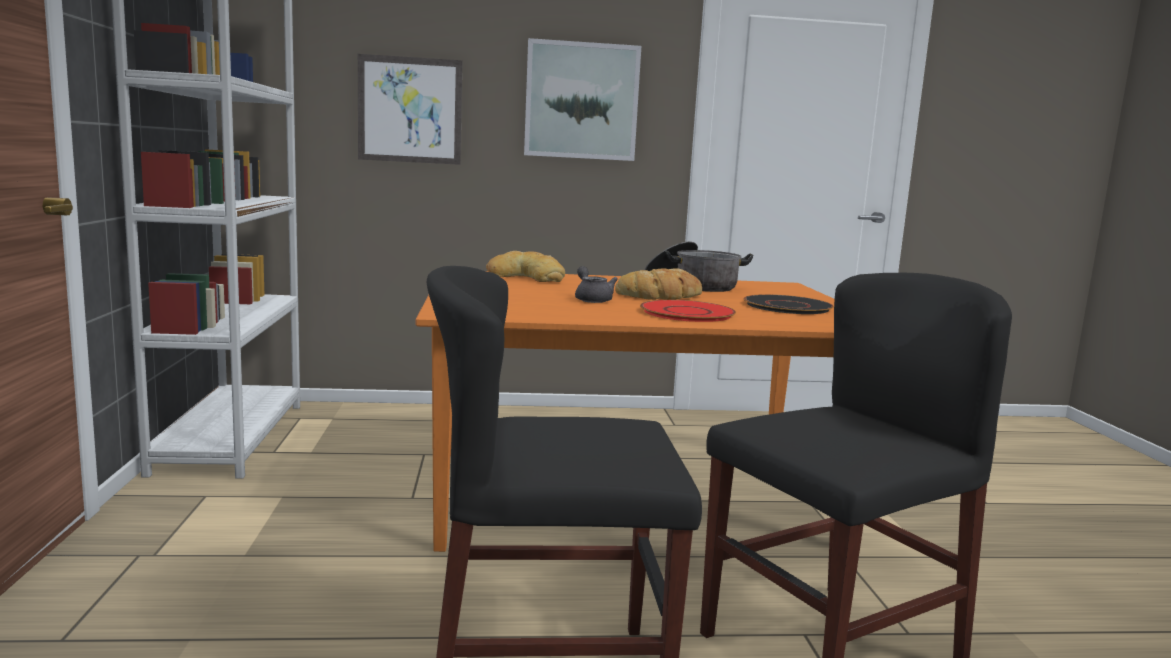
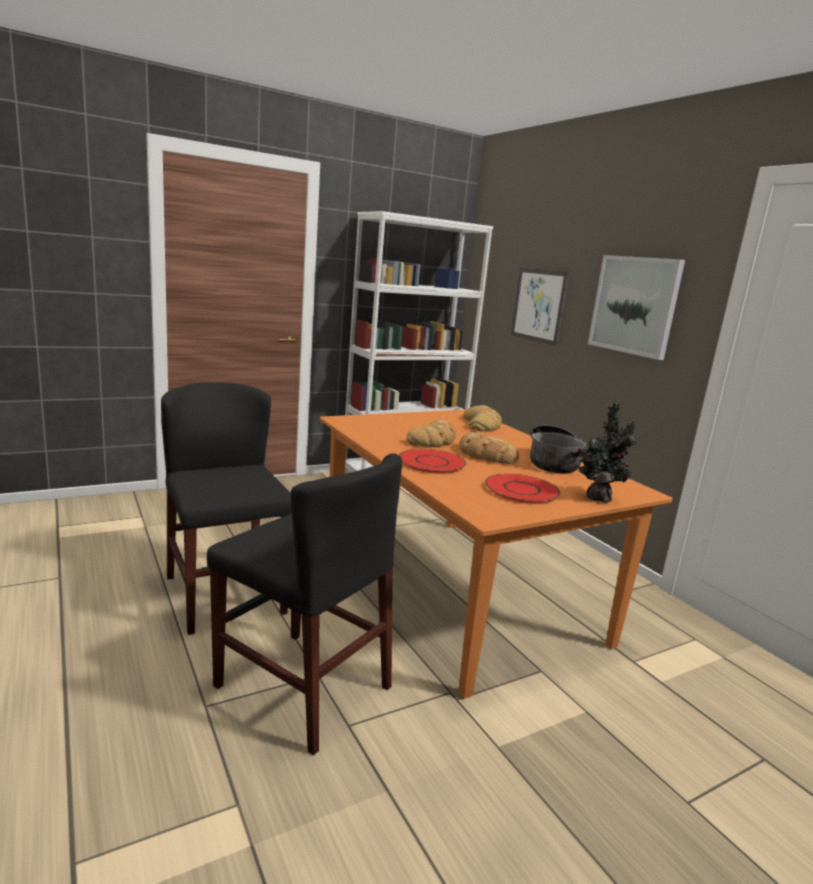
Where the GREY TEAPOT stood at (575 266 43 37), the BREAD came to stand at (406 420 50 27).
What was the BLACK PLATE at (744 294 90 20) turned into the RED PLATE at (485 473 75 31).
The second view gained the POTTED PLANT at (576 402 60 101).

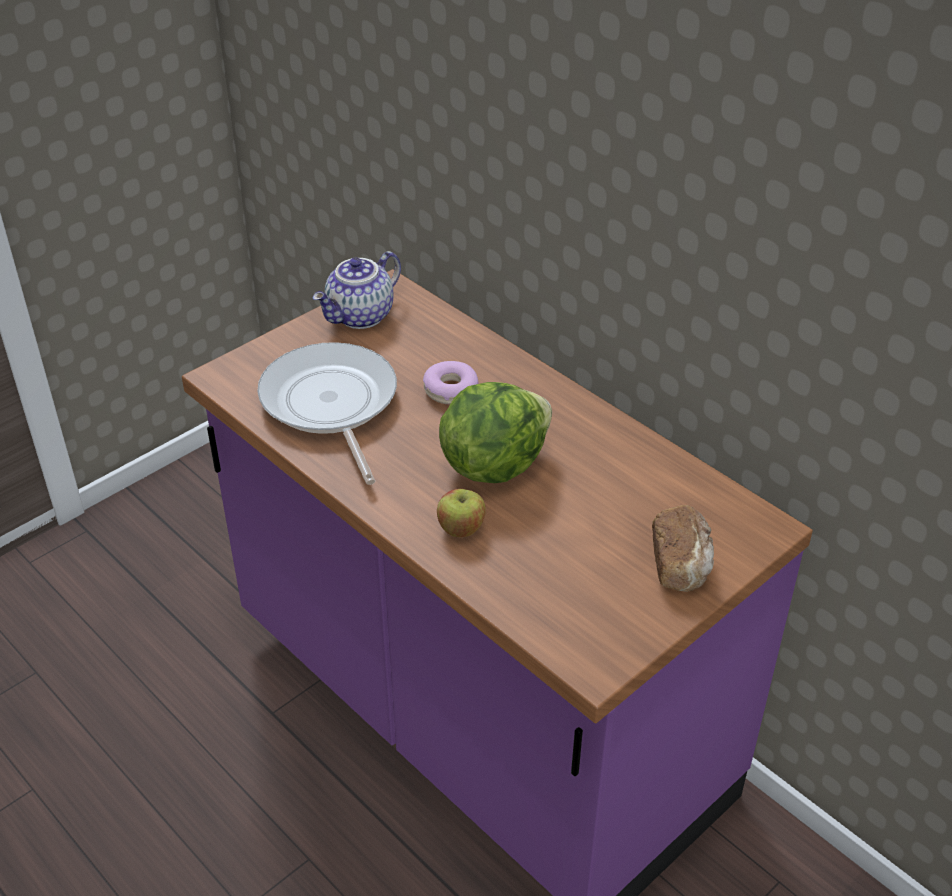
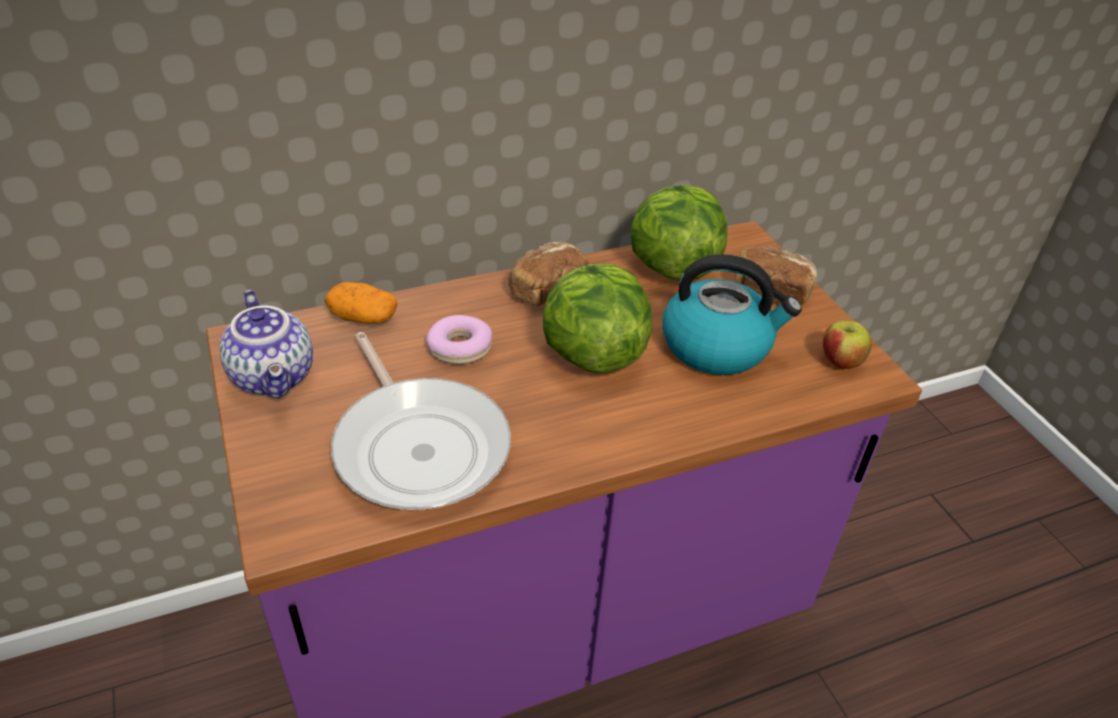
The FRYING PAN at (257 342 140 143) ended up facing another way, 120 degrees counterclockwise from before.
The APPLE ended up elsewhere, having gone from (437 489 49 48) to (823 321 49 48).
The second view gained the POTATO at (325 282 72 42).
The second view gained the BREAD at (509 242 81 64).
The second view gained the LETTUCE at (630 185 98 96).
The second view gained the KETTLE at (662 254 140 121).

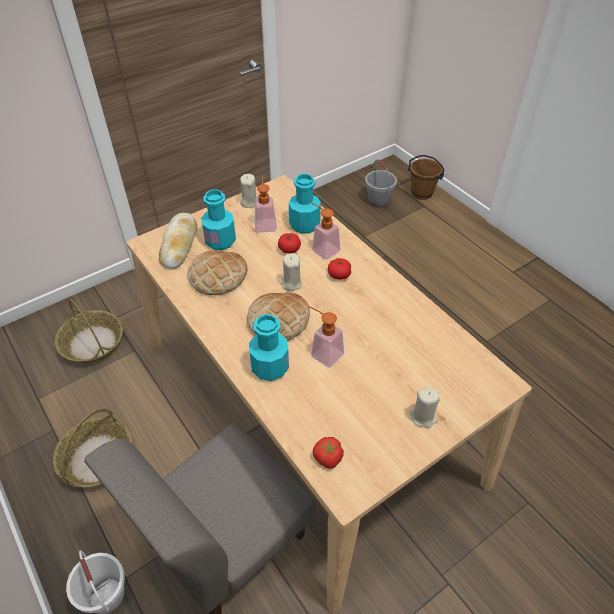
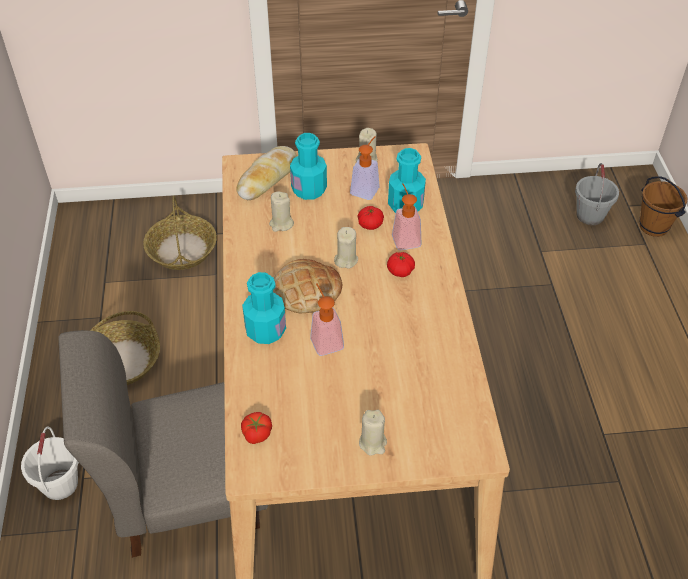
Where the BREAD stood at (188 251 59 44), the BEIGE CANDLE came to stand at (269 192 25 40).

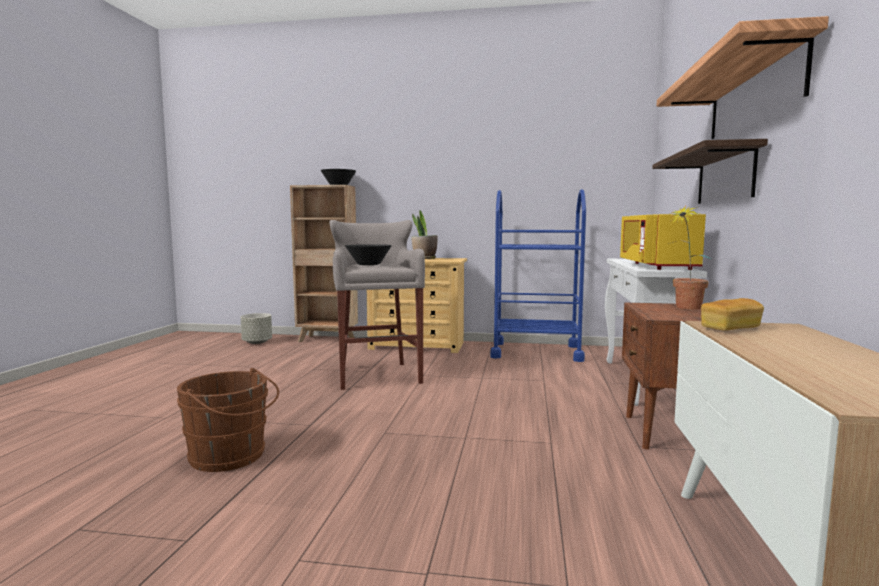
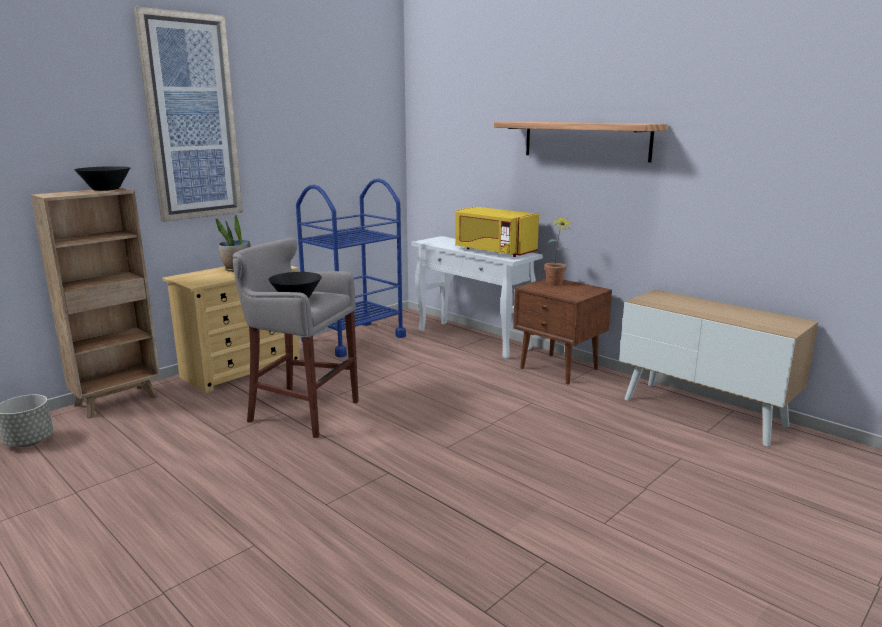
The second view lost the BROWN BUCKET at (177 368 102 104).
The second view lost the SHELF at (652 139 116 65).
The second view lost the BREAD at (701 298 63 33).
The second view gained the PICTURE at (133 7 110 215).

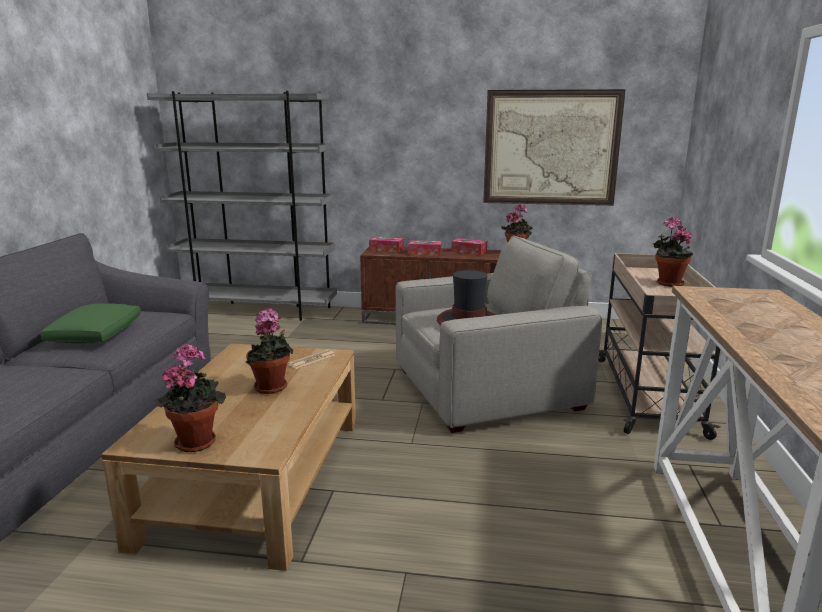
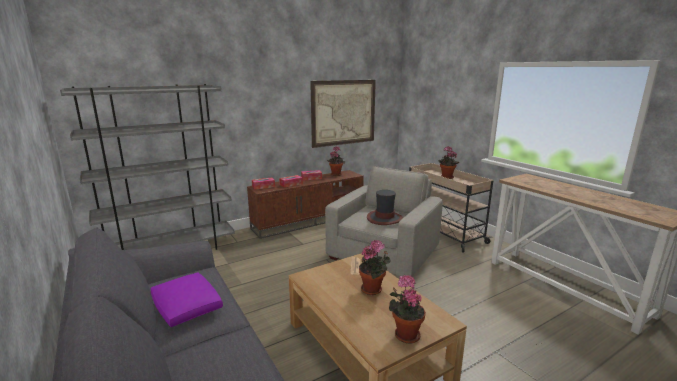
What was the GREEN PILLOW at (41 303 100 40) turned into the PURPLE PILLOW at (151 272 72 55).

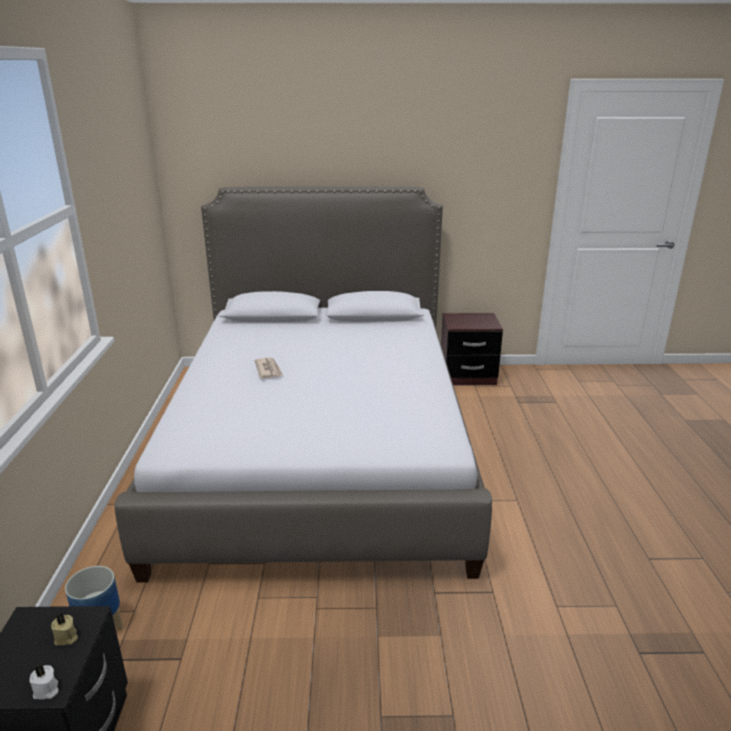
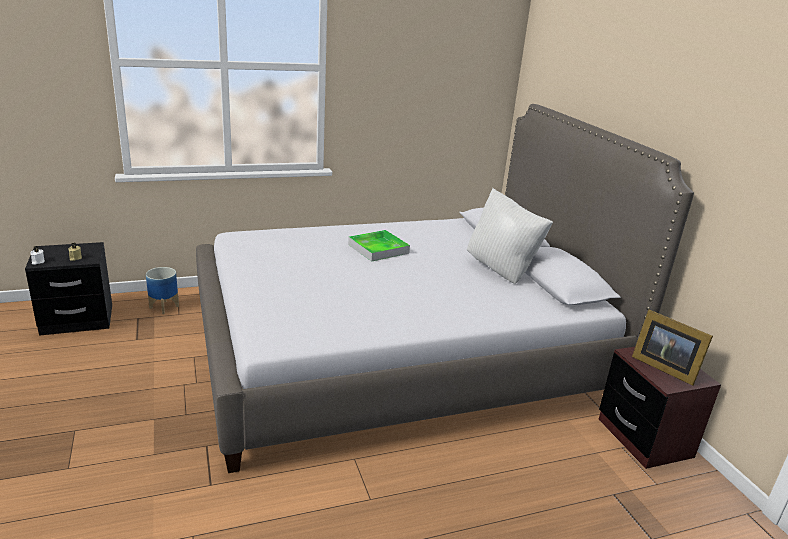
Where the NEWSPAPER stood at (255 358 28 20), the TRAY came to stand at (348 230 62 31).
The second view gained the WHITE PILLOW at (467 188 86 96).
The second view gained the PICTURE FRAME at (632 310 81 76).

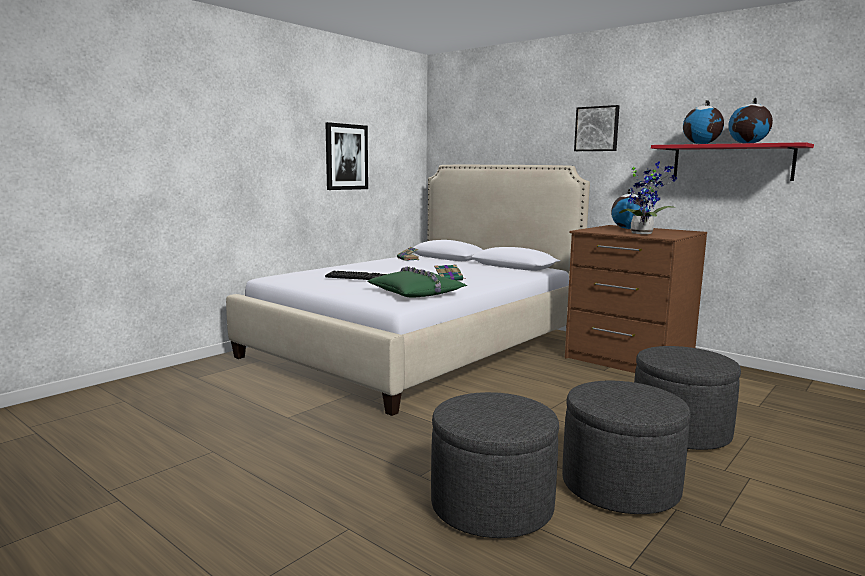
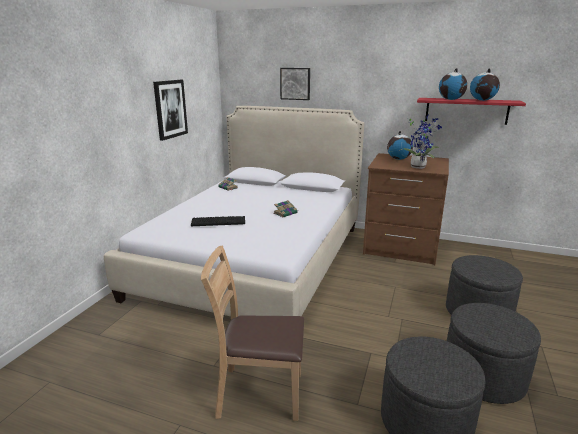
The second view lost the GREEN PILLOW at (368 266 99 32).
The PICTURE ended up elsewhere, having gone from (574 105 46 46) to (280 68 30 32).
The second view gained the BROWN CHAIR at (201 246 103 175).

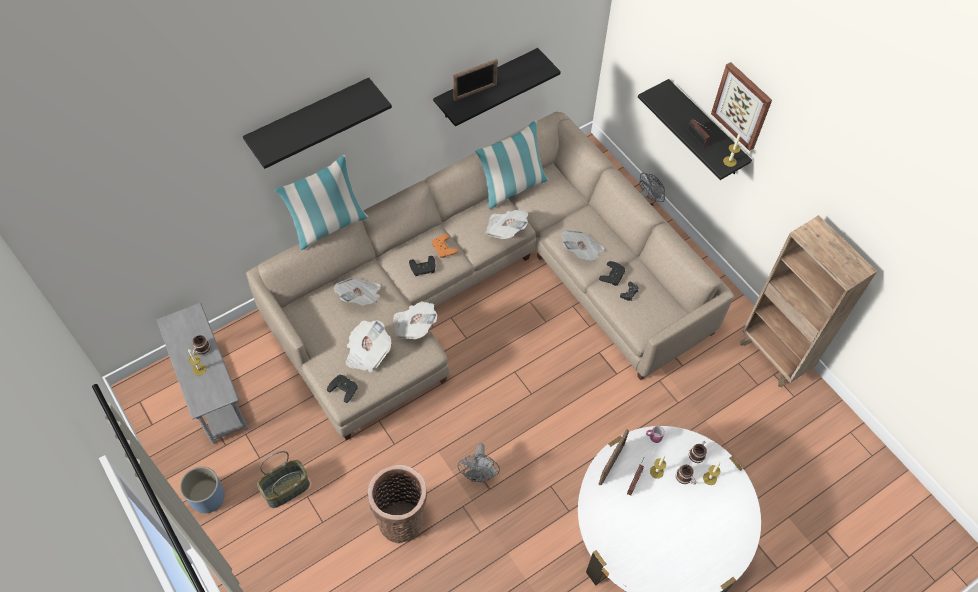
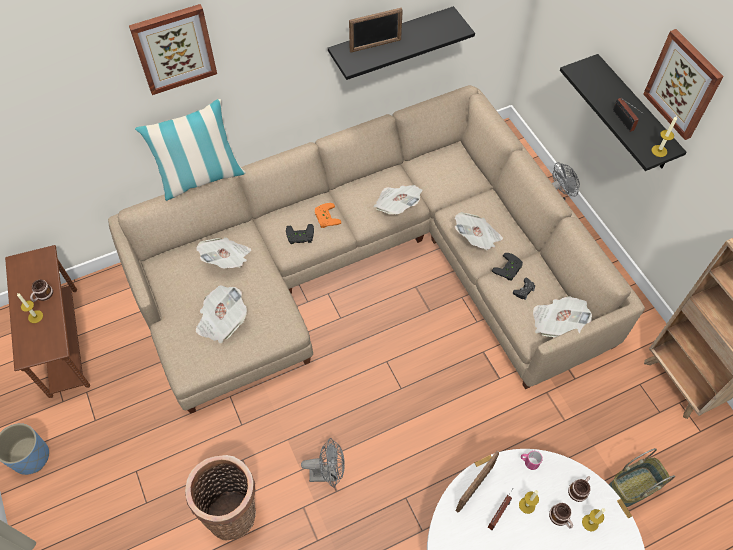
What was the GREY SIDE TABLE at (157 303 91 141) turned into the BROWN SIDE TABLE at (5 245 85 153).
Where the BLACK SHELF hung at (243 78 149 91), the PICTURE came to hang at (129 4 88 91).
The BASKET ended up elsewhere, having gone from (257 451 53 57) to (609 448 66 59).
The second view lost the BLACK GAME CONTROLLER at (327 375 31 28).
The NEWSPAPER ended up elsewhere, having gone from (393 302 44 37) to (533 296 59 41).
The GREY FAN at (458 443 42 40) ended up facing another way, 105 degrees counterclockwise from before.
The second view lost the PILLOW at (475 121 74 88).

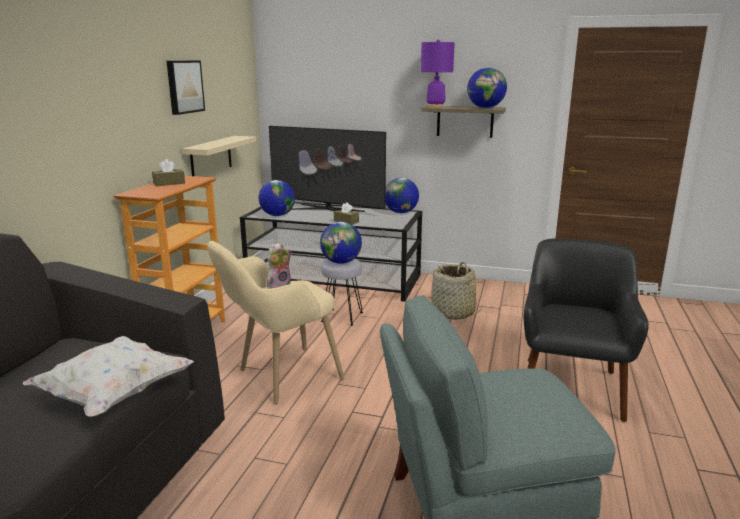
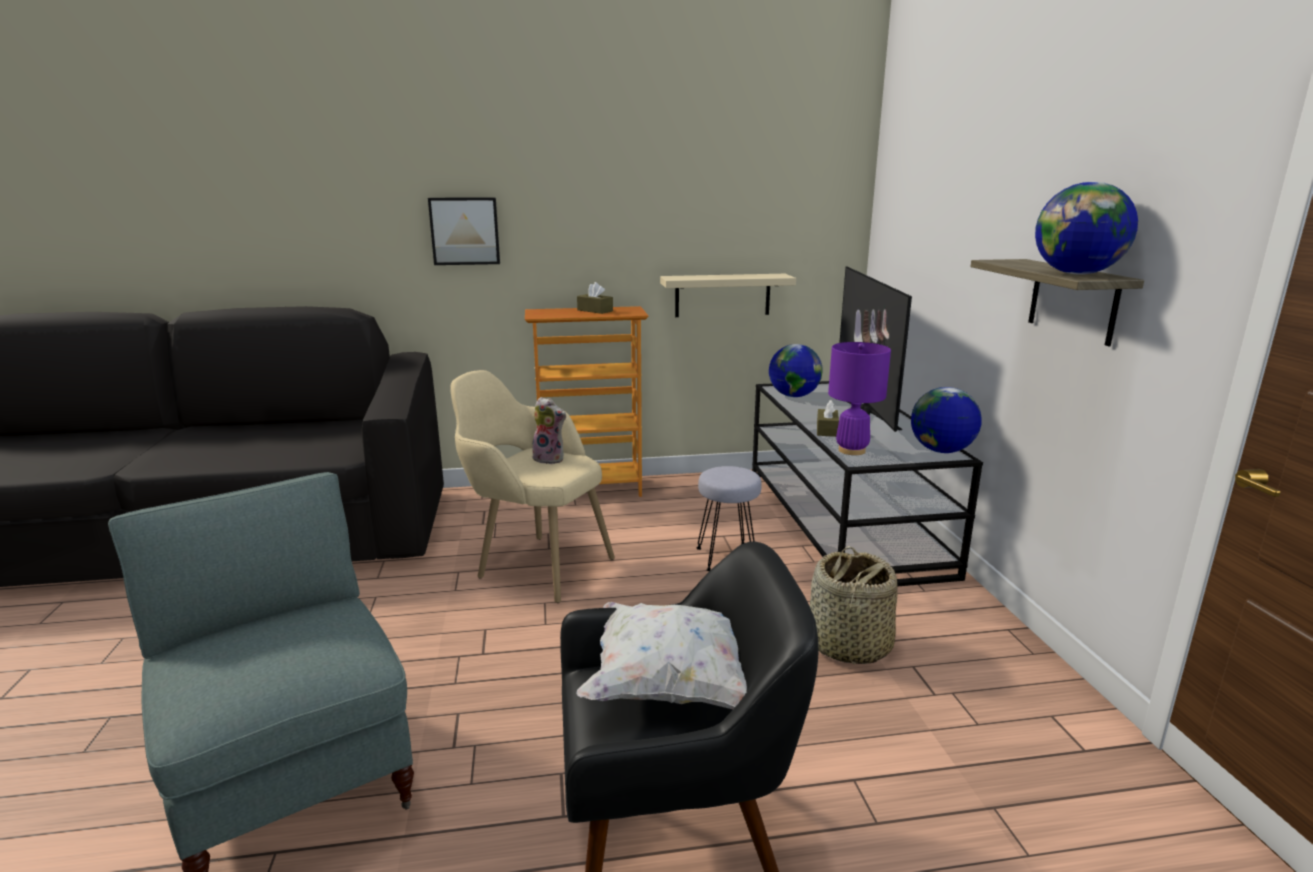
The WHITE PILLOW ended up elsewhere, having gone from (23 336 171 81) to (576 602 171 107).
The PICTURE ended up elsewhere, having gone from (167 61 38 54) to (428 197 72 68).
The second view lost the GLOBE at (320 222 42 42).
The PURPLE TABLE LAMP ended up elsewhere, having gone from (421 39 34 69) to (828 342 63 113).

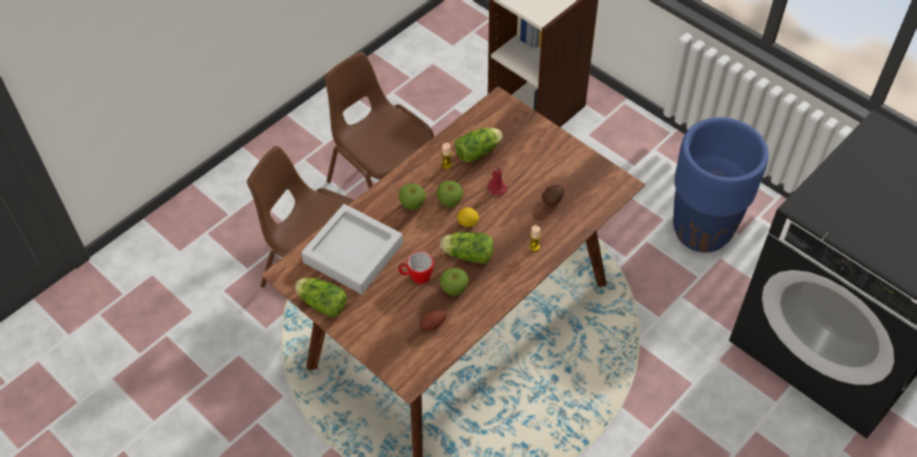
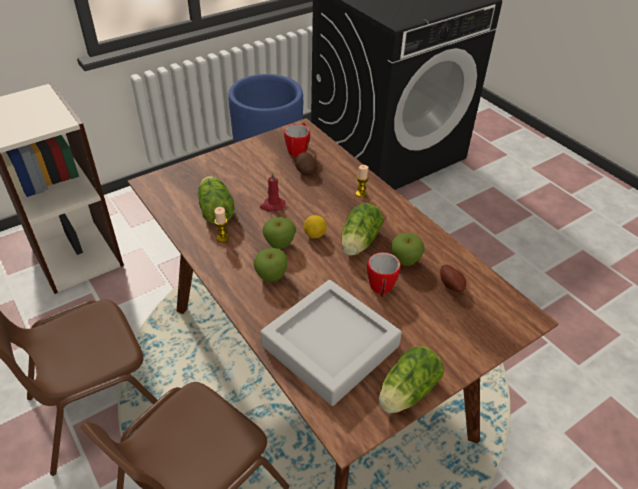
The second view gained the MUG at (284 123 26 34).

